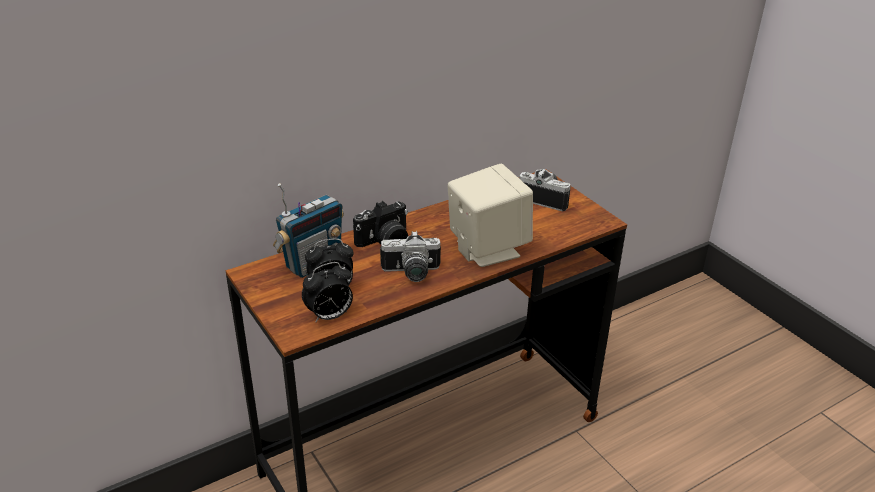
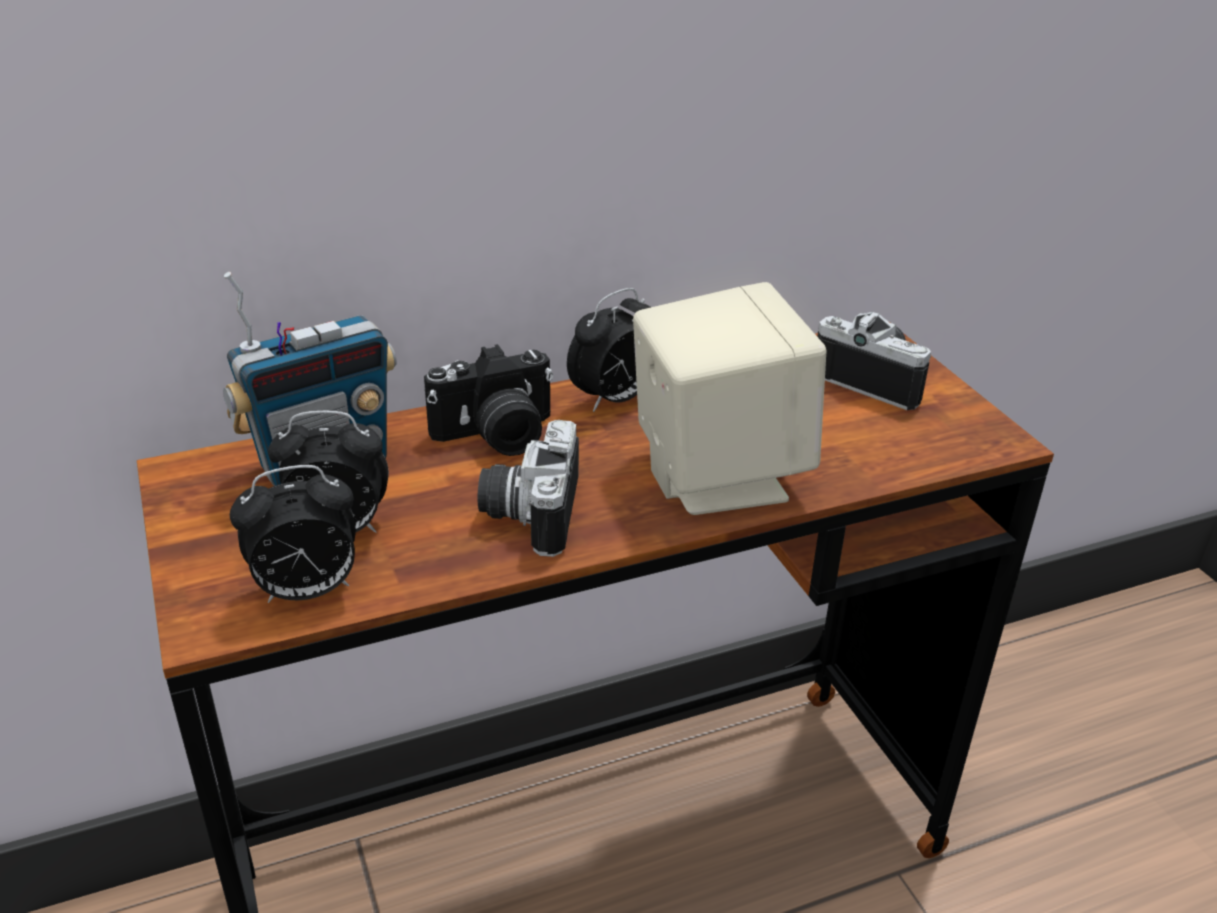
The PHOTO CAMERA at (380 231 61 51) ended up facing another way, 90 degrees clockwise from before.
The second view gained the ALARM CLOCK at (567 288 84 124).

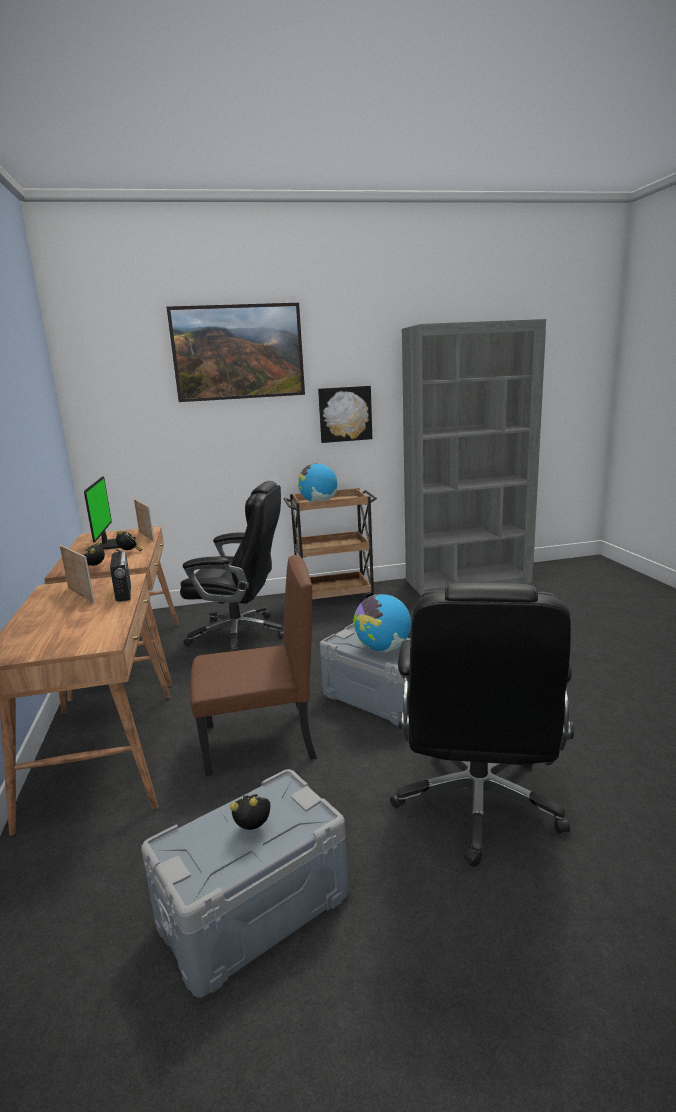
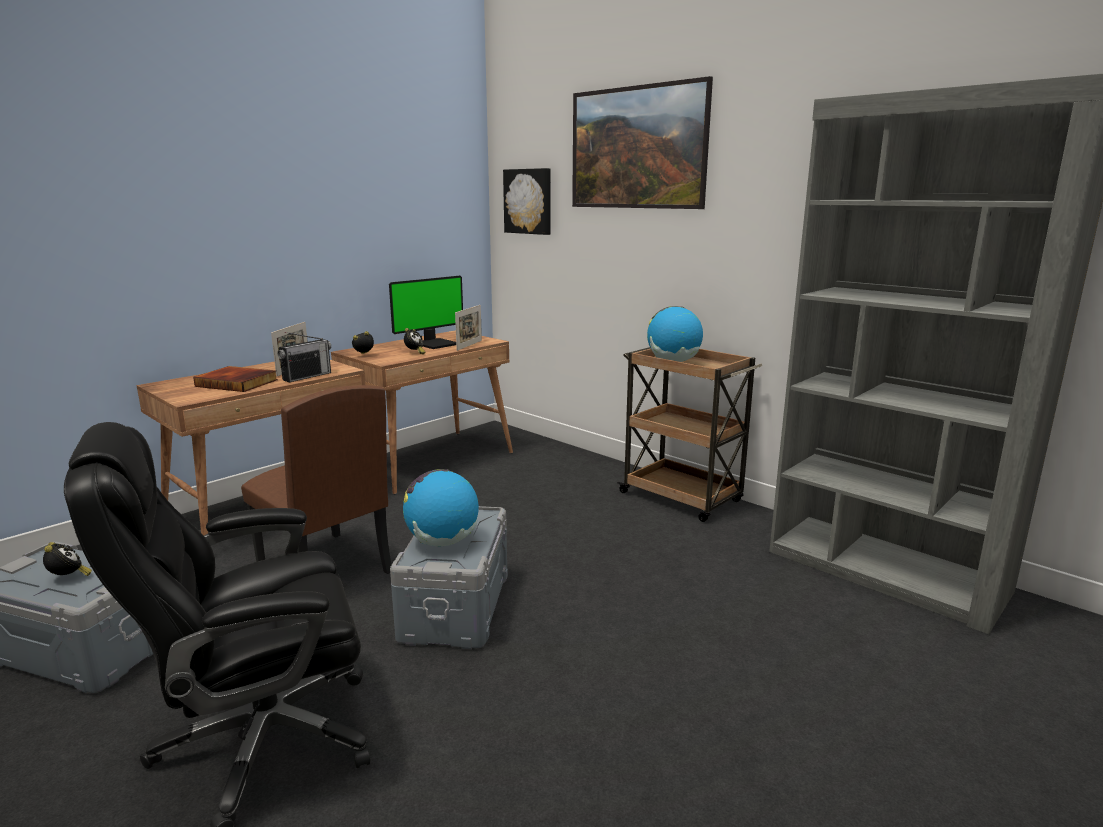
The second view lost the BLACK OFFICE CHAIR at (180 481 103 171).
The PICTURE ended up elsewhere, having gone from (318 386 54 57) to (503 168 48 67).
The second view gained the BOOK at (193 366 85 26).

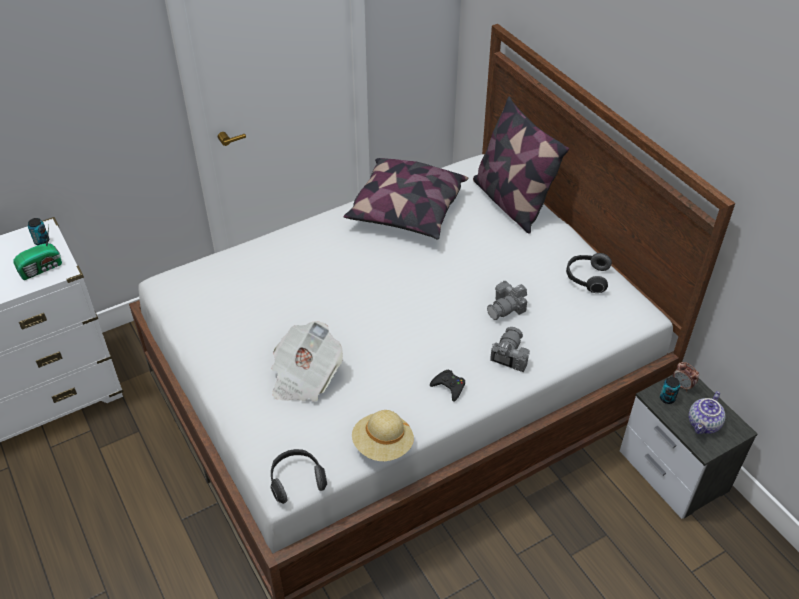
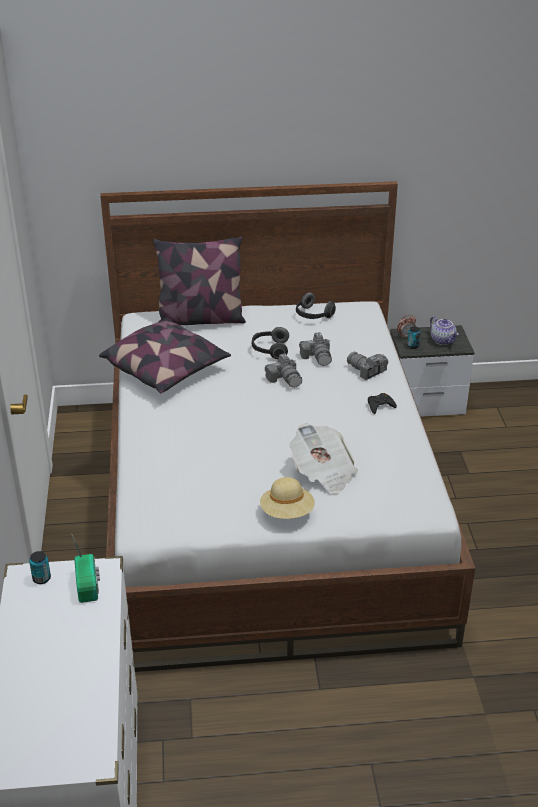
The HEADPHONES ended up elsewhere, having gone from (270 449 57 55) to (252 327 37 32).
The BEIGE HAT ended up elsewhere, having gone from (352 410 62 51) to (260 477 55 42).
The second view gained the PHOTO CAMERA at (265 353 37 35).

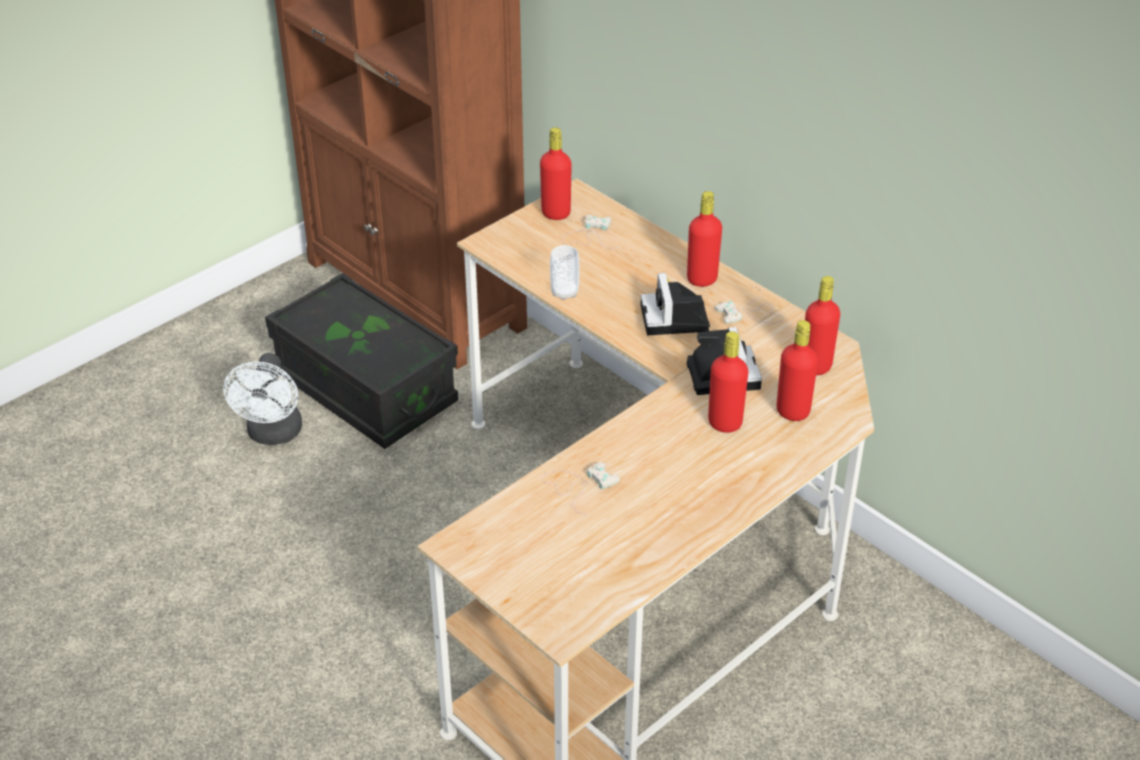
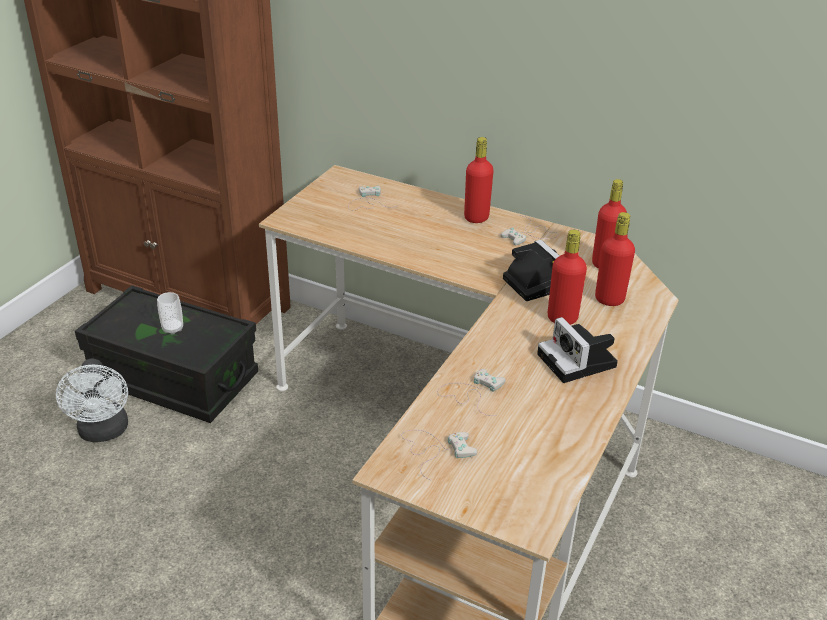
The second view lost the RED BOTTLE at (540 127 32 93).
The CUP ended up elsewhere, having gone from (550 245 30 55) to (157 292 26 43).
The PHOTO CAMERA ended up elsewhere, having gone from (641 273 69 62) to (537 317 81 66).
The second view gained the WHITE GAME CONTROLLER at (401 430 76 50).

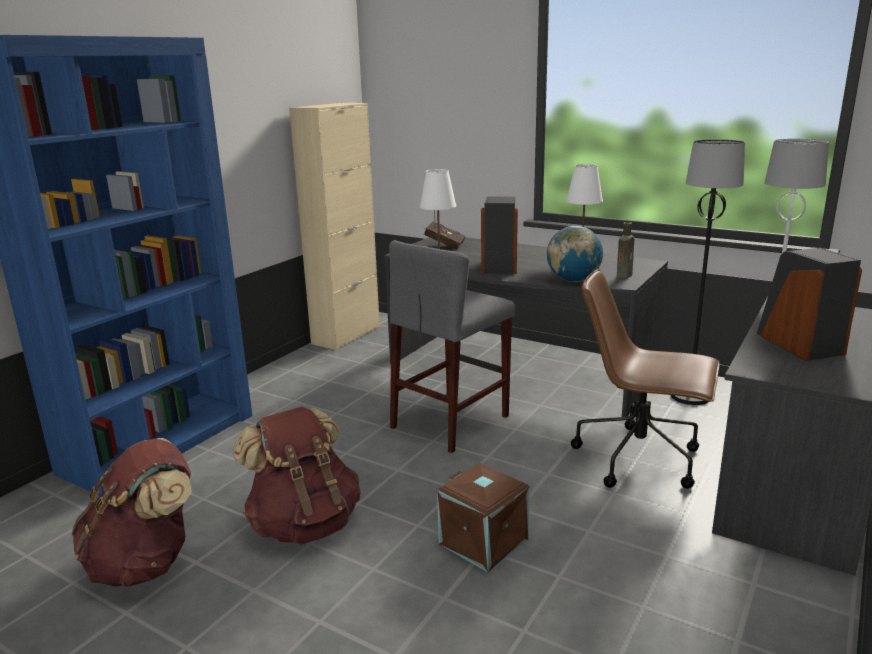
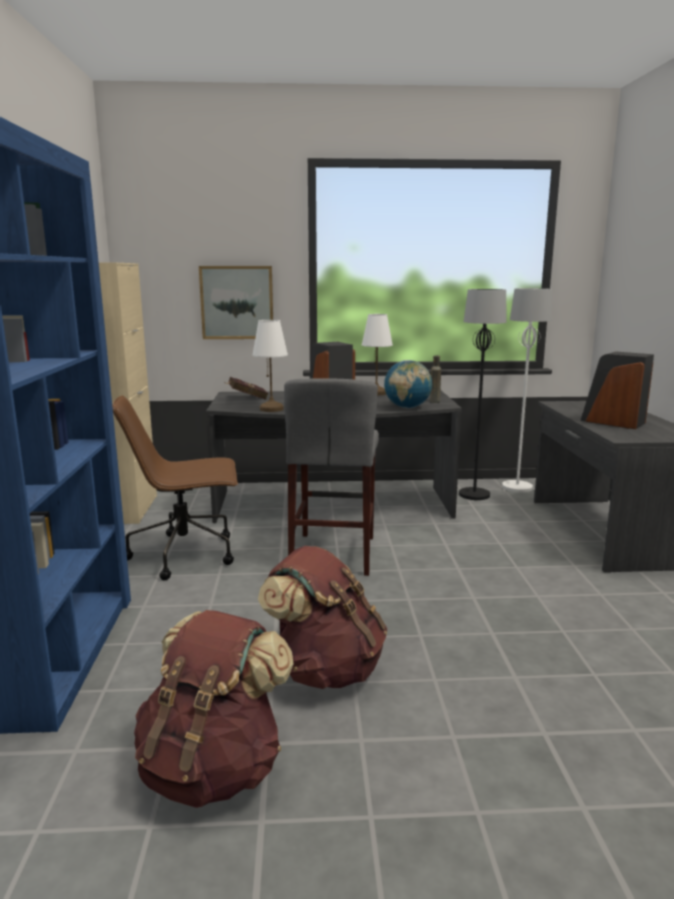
The second view lost the BROWN STORAGE BOX at (437 463 93 109).
The BROWN OFFICE CHAIR ended up elsewhere, having gone from (571 269 149 220) to (112 396 126 185).
The second view gained the PICTURE at (199 266 74 73).

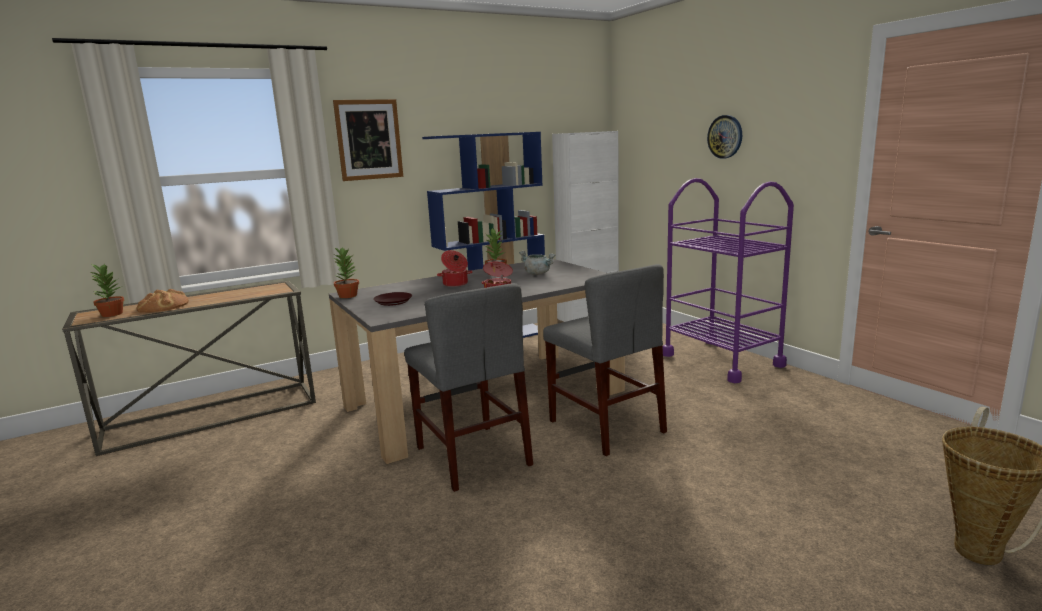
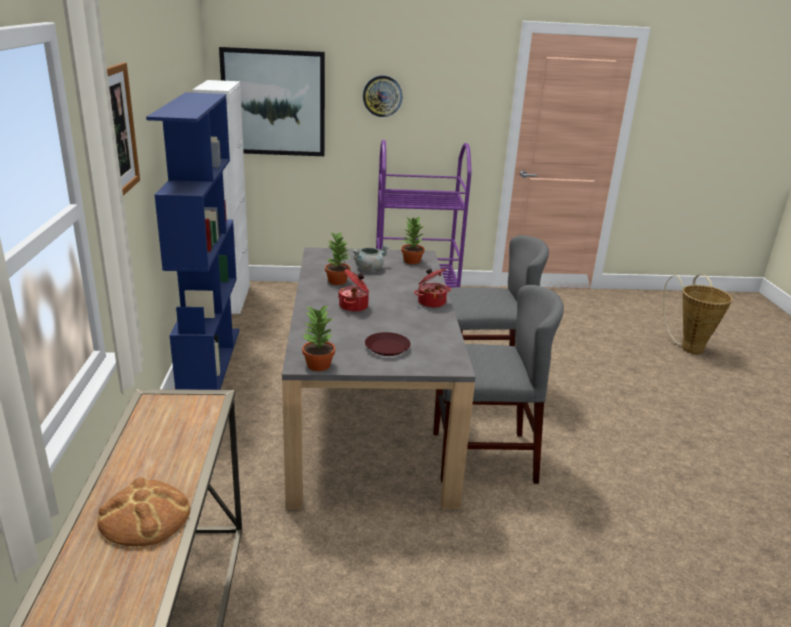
The POTTED PLANT ended up elsewhere, having gone from (88 263 36 54) to (401 216 24 48).
The second view gained the PICTURE at (219 47 106 109).

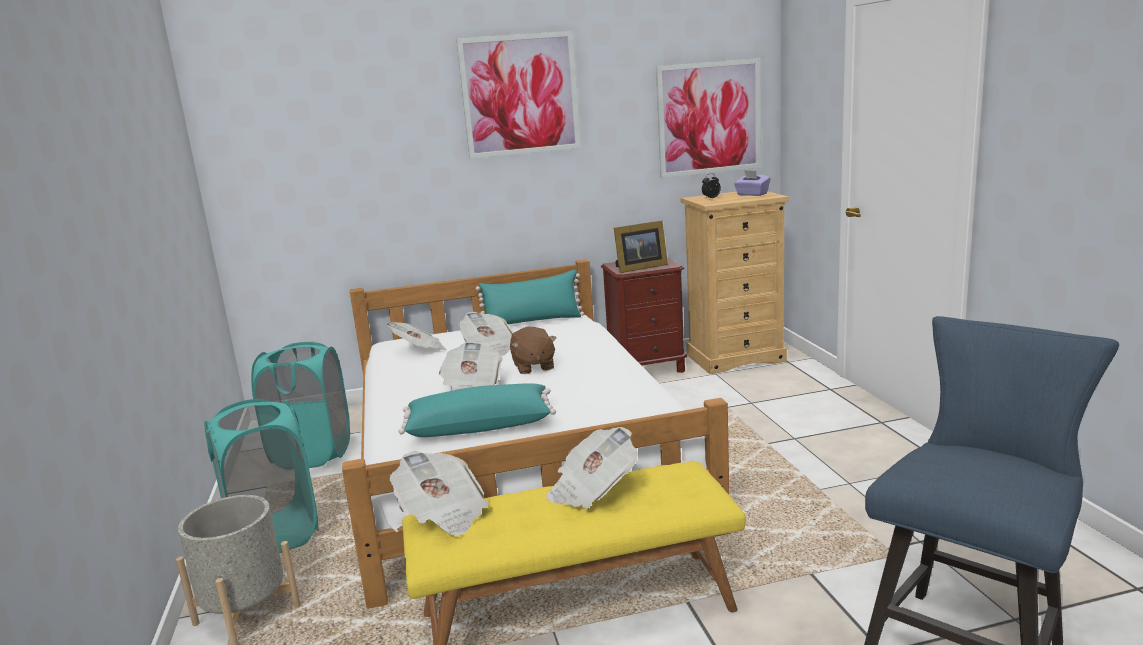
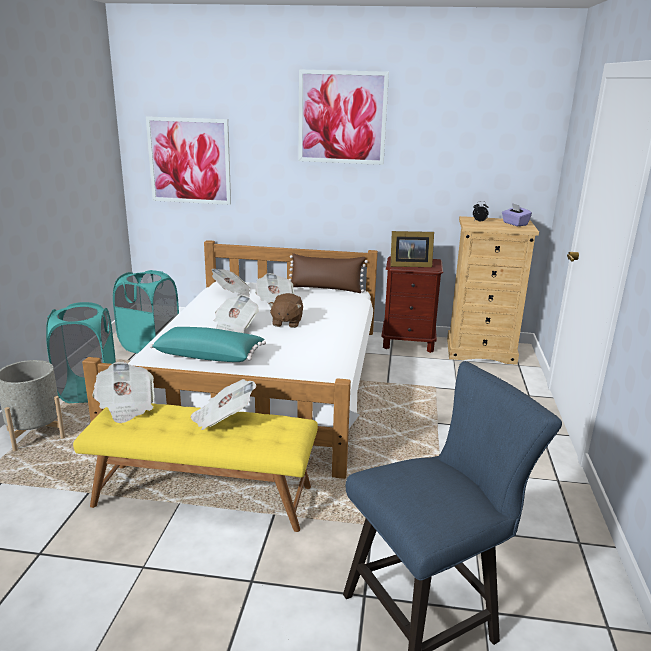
What was the TURQUOISE PILLOW at (476 270 108 54) turned into the BROWN PILLOW at (288 253 80 40).
The PICTURE ended up elsewhere, having gone from (656 58 104 120) to (146 116 85 89).

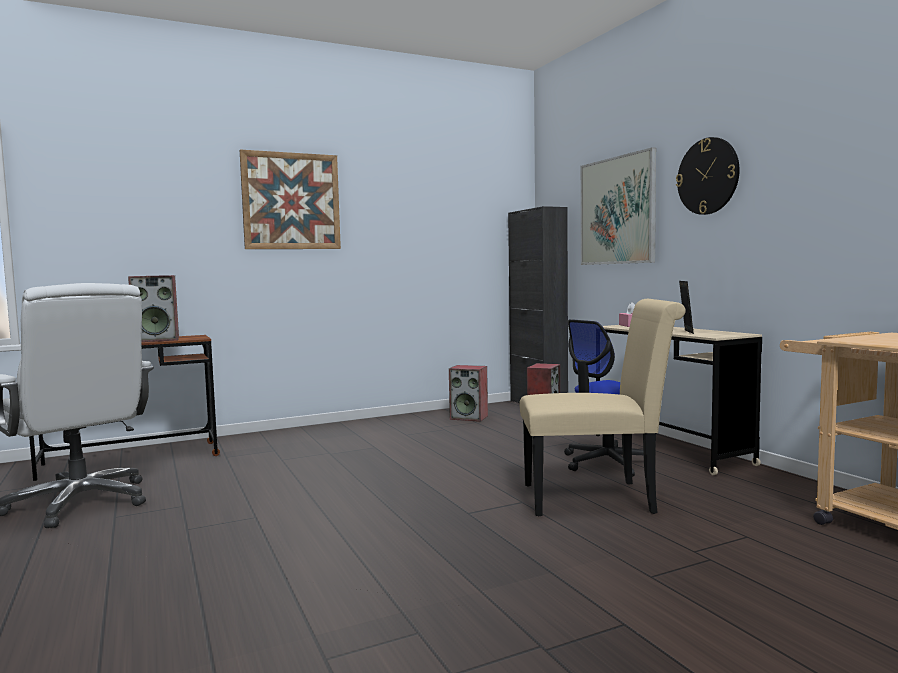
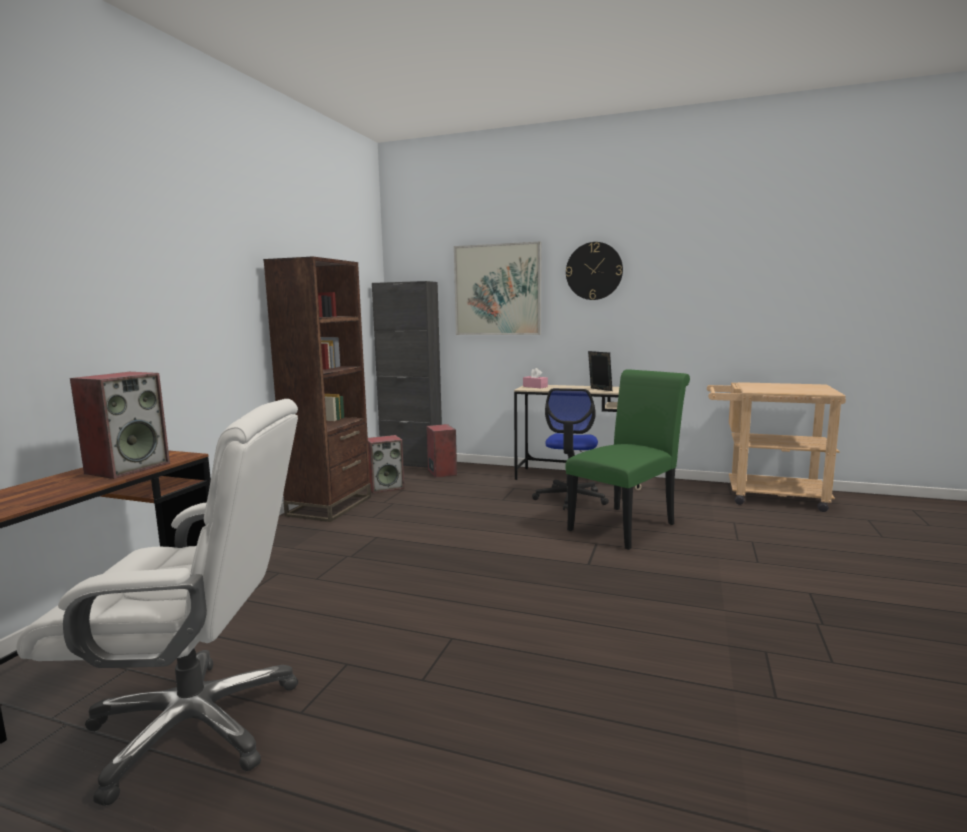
The second view lost the PICTURE at (240 150 101 99).
What was the BEIGE CHAIR at (519 299 167 217) turned into the GREEN CHAIR at (565 369 125 181).
The second view gained the BROWN BOOKCASE at (263 256 108 266).

